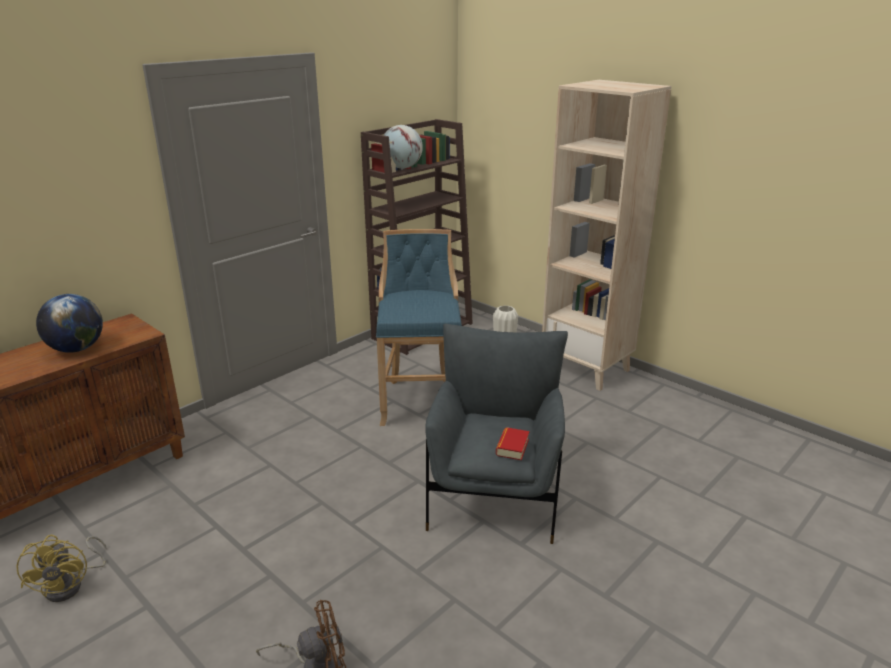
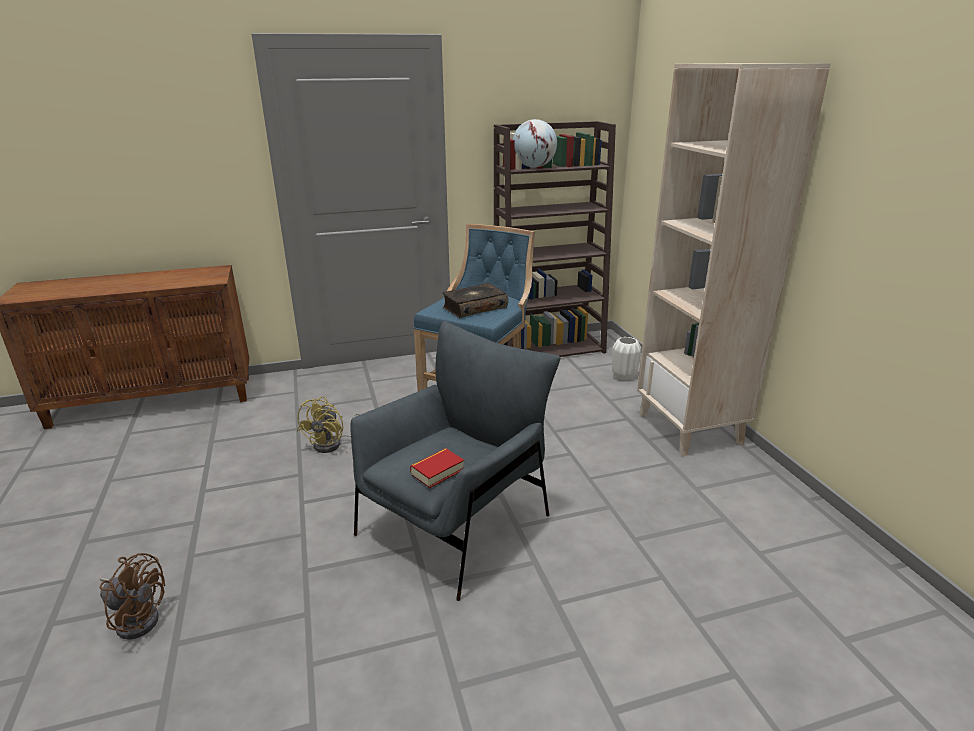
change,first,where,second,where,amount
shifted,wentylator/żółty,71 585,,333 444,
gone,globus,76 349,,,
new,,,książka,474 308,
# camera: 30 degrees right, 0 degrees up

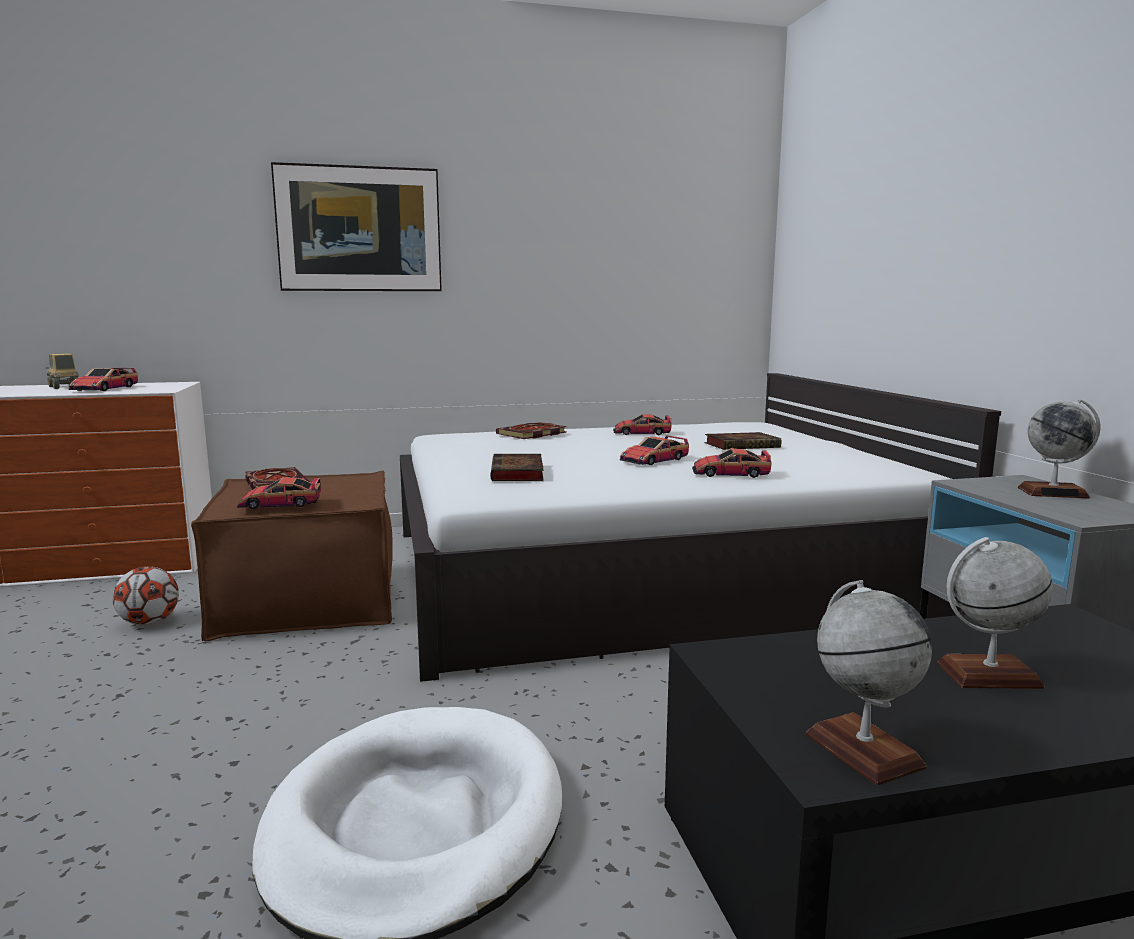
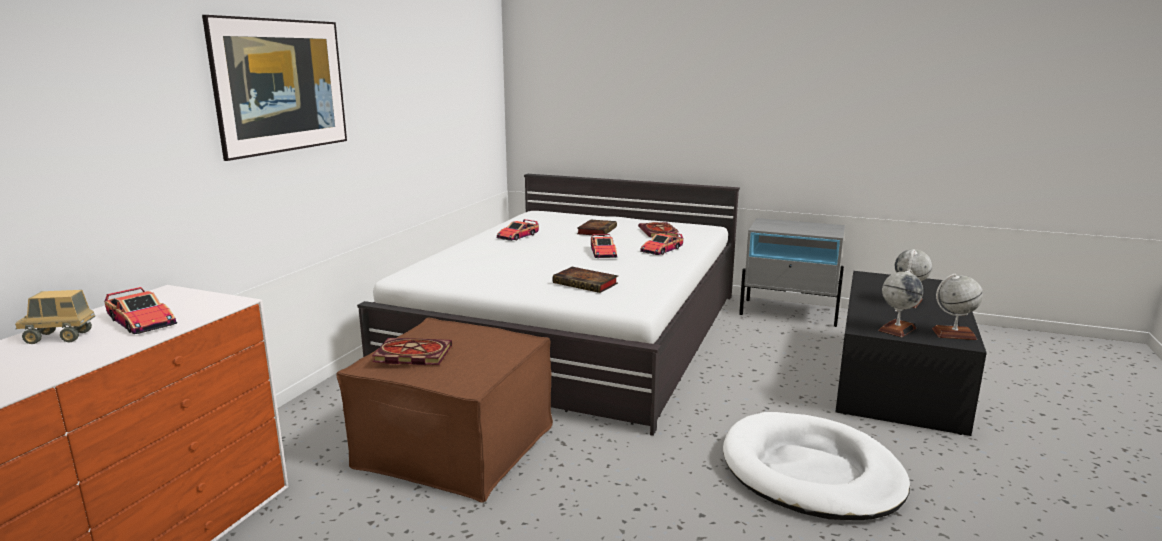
change,first,where,second,where,amount
gone,piłka futbolowa,149 622,,,
gone,samochodzik,280 504,,,
shifted,książka,531 434,,659 232,
shifted,globus,1053 492,,897 329,
# camera: 55 degrees left, 5 degrees up

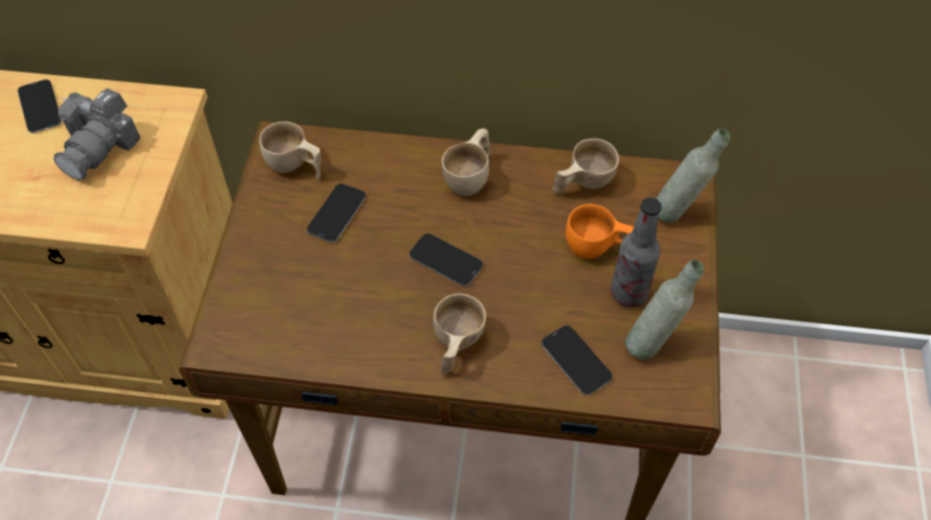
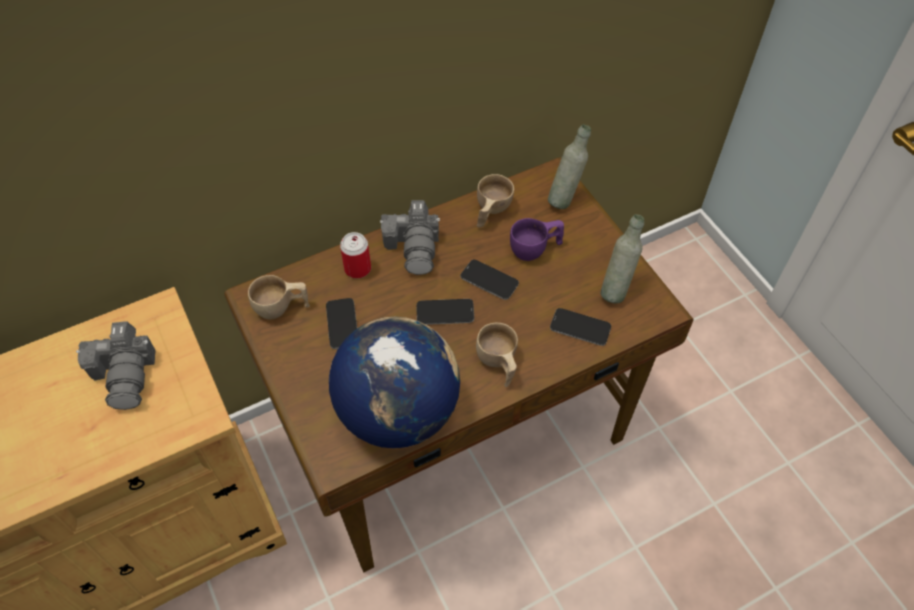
change,first,where,second,where,amount
shifted,telefon,40 107,,489 280,
swapped,filiżanka/beżowy,471 176,aparat fotograficzny,414 247,
repainted,filiżanka/pomarańczowy,598 249,filiżanka/fioletowy,535 249,
gone,butelka,628 293,,,
new,,,globus,398 411,
new,,,puszka,357 268,
# camera: 35 degrees left, 0 degrees up

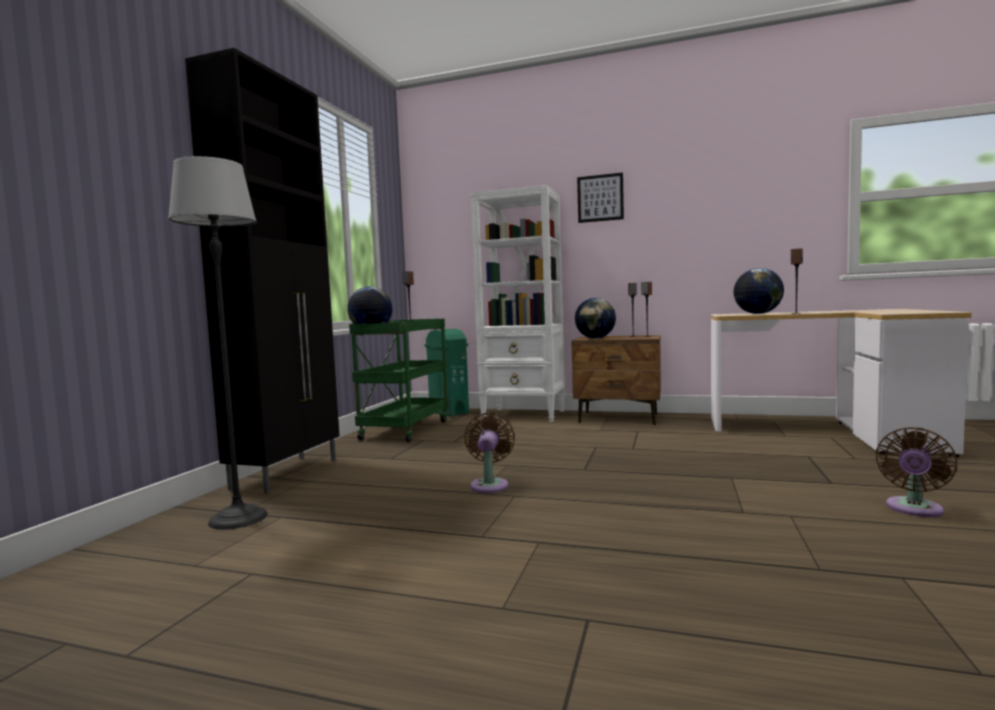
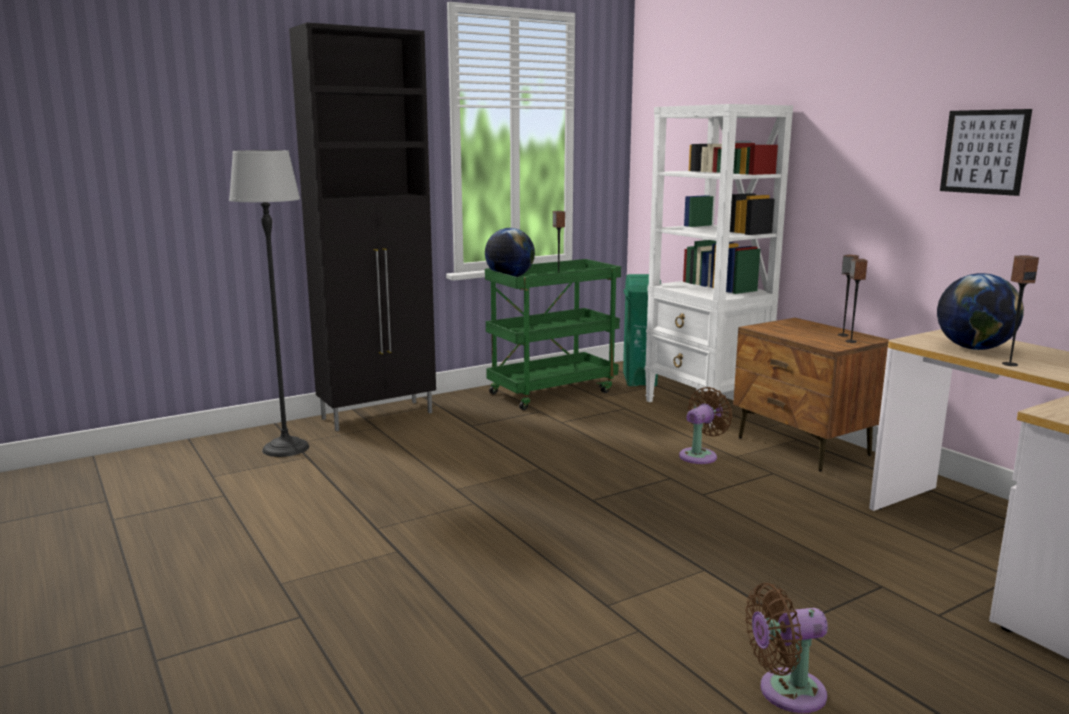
change,first,where,second,where,amount
shifted,wentylator/brązowy,490 484,,700 455,
gone,globus,595 338,,,
shifted,obraz,600 198,,984 152,
# camera: 40 degrees right, 10 degrees up

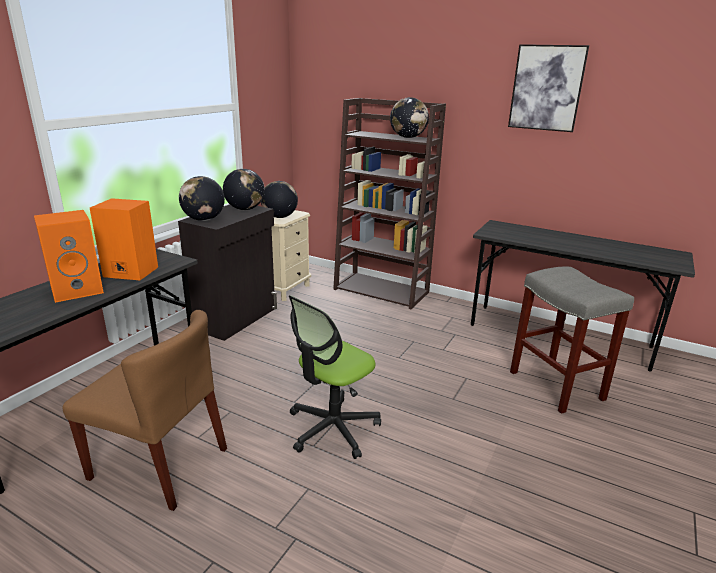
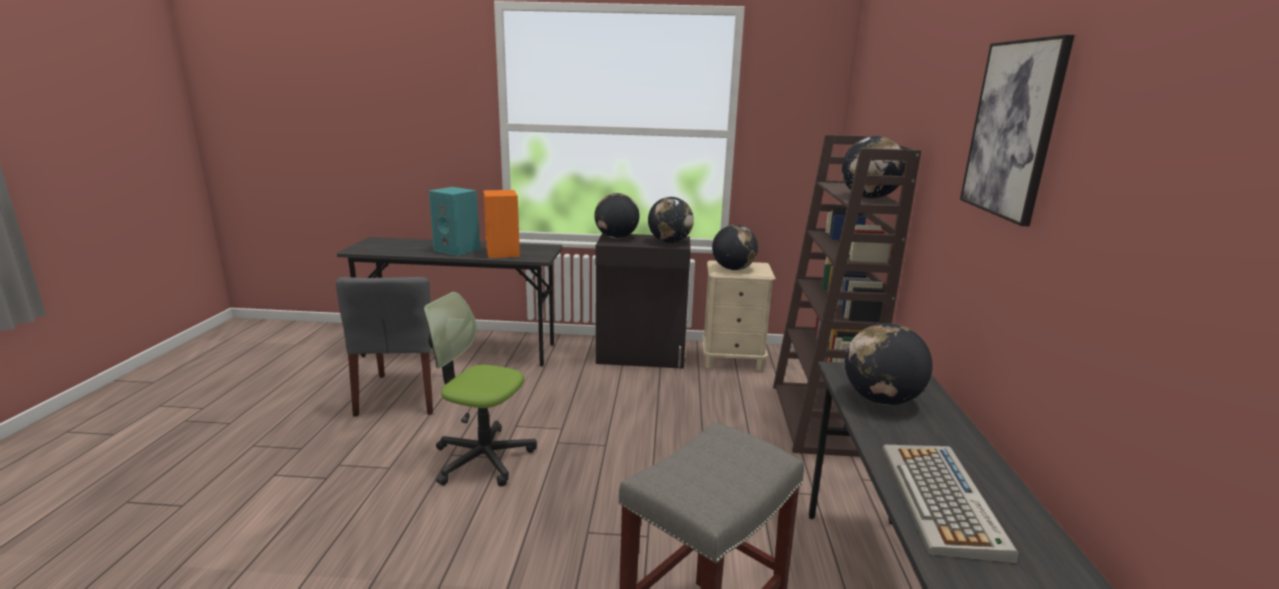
change,first,where,second,where,amount
repainted,głośnik/pomarańczowy,78 290,głośnik/turkusowy,458 250,
repainted,krzesło/brązowy,160 464,krzesło/szary,404 394,
new,,,globus,880 399,
new,,,klawiatura,942 501,
# camera: 65 degrees right, 5 degrees down

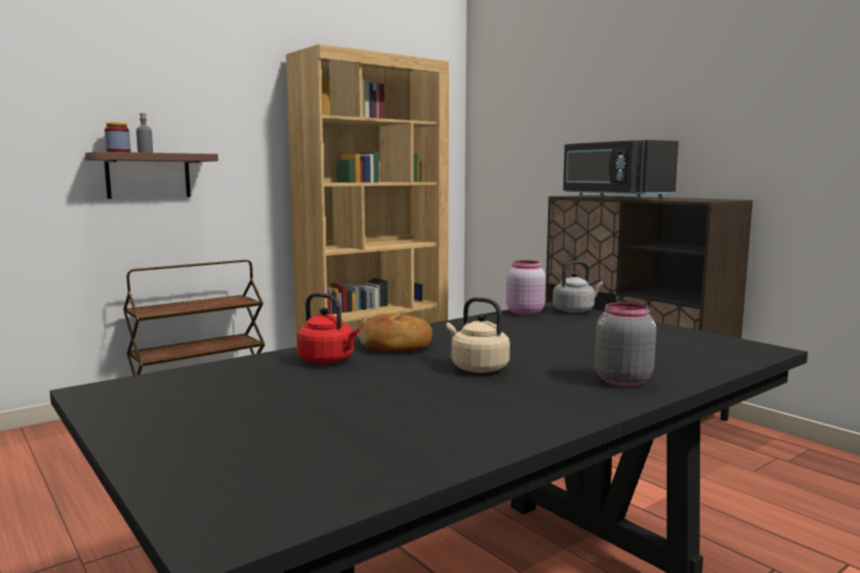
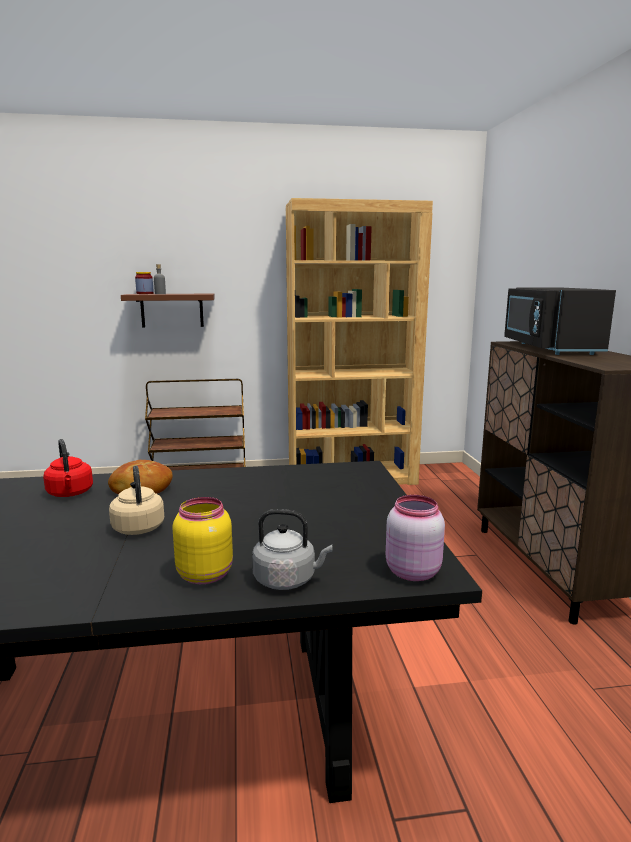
change,first,where,second,where,amount
shifted,słoik/różowy,524 312,,412 571,
shifted,czajnik/szary,575 310,,288 580,
repainted,słoik/szary,621 380,słoik/żółty,205 574,
# camera: 30 degrees right, 5 degrees up

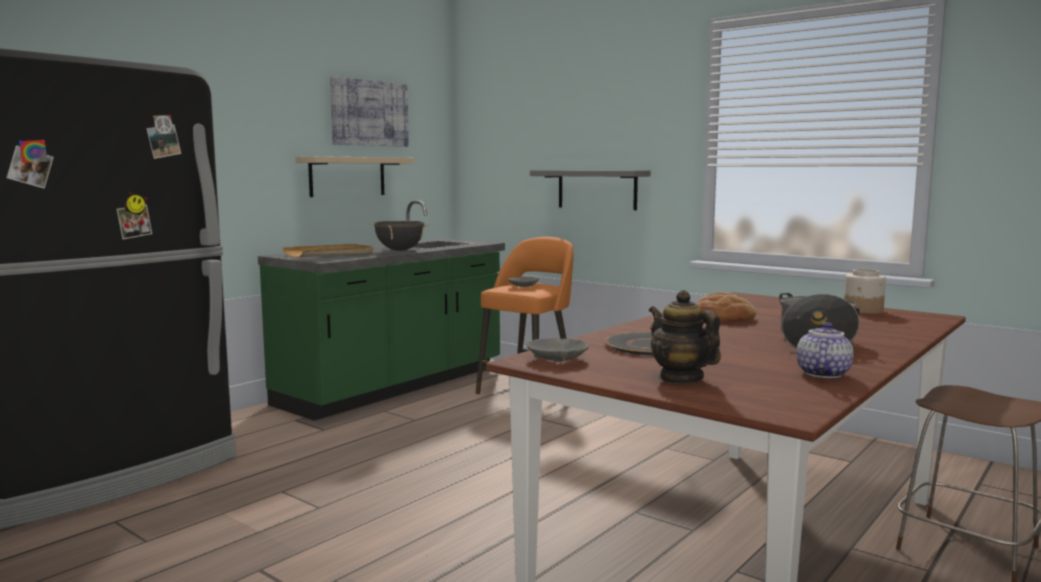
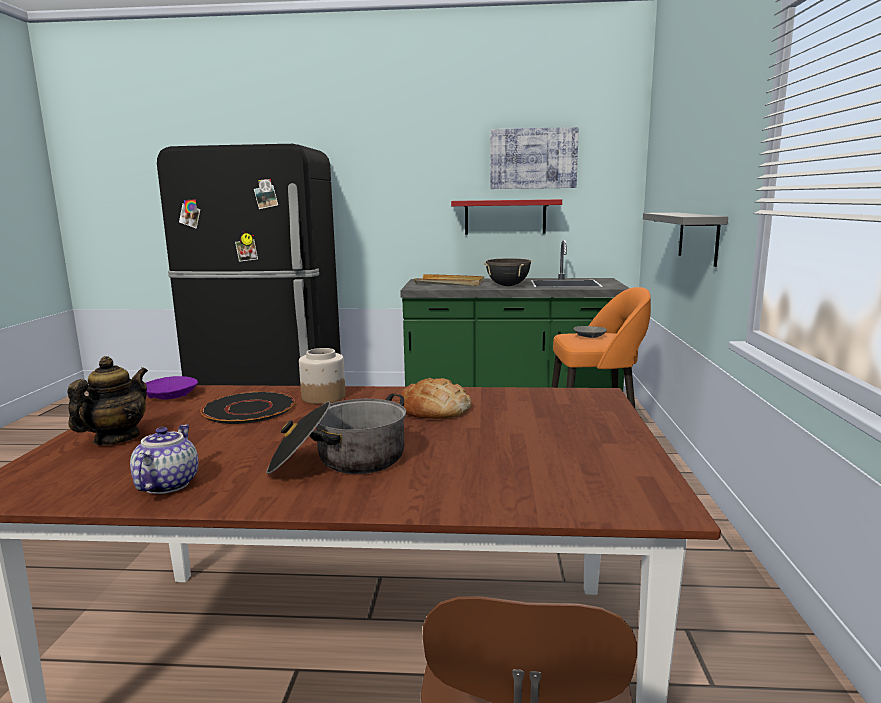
change,first,where,second,where,amount
repainted,półka/beżowy,347 176,półka/czerwony,505 217,
repainted,miska/szary,558 359,miska/fioletowy,170 396,
rotated,imbryk,821 373,,166 484,75 degrees counterclockwise
shifted,słoik,863 310,,323 397,
# camera: 55 degrees right, 5 degrees up

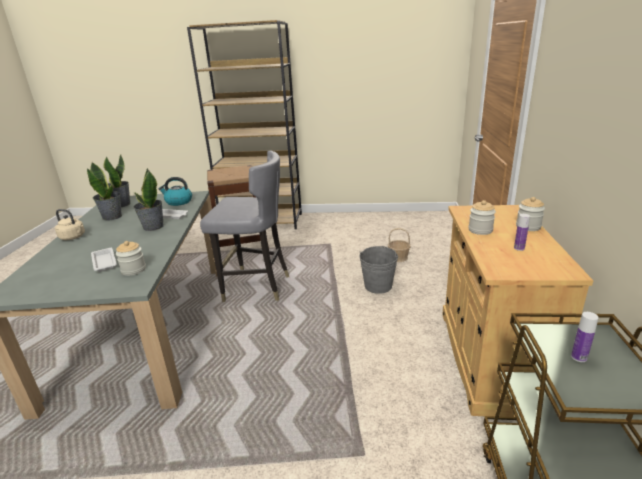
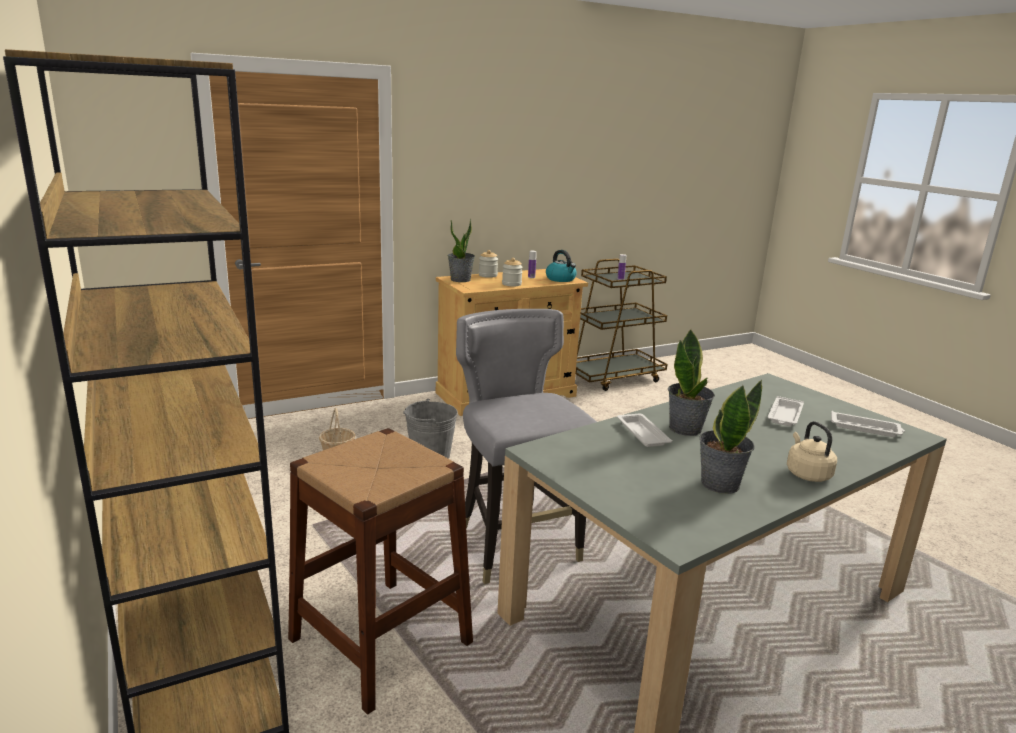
change,first,where,second,where,amount
shifted,roślina doniczkowa,121 204,,460 280,
gone,słoik,134 270,,,
shifted,czajnik,178 202,,561 279,
new,,,taca/biały,866 428,
# camera: 125 degrees left, 5 degrees down

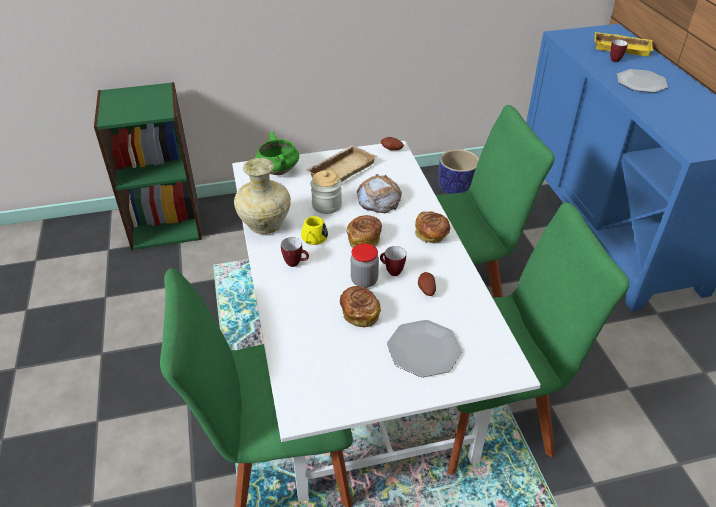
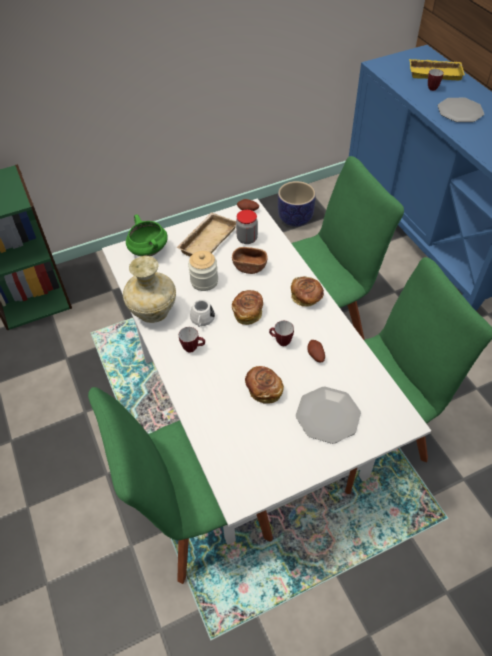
change,first,where,second,where,amount
repainted,kubek/żółty,313 239,kubek/biały,202 320,
shifted,słoik,364 281,,247 239,
swapped,chleb,378 199,miska/brązowy,249 267,
# camera: 10 degrees left, 10 degrees up

